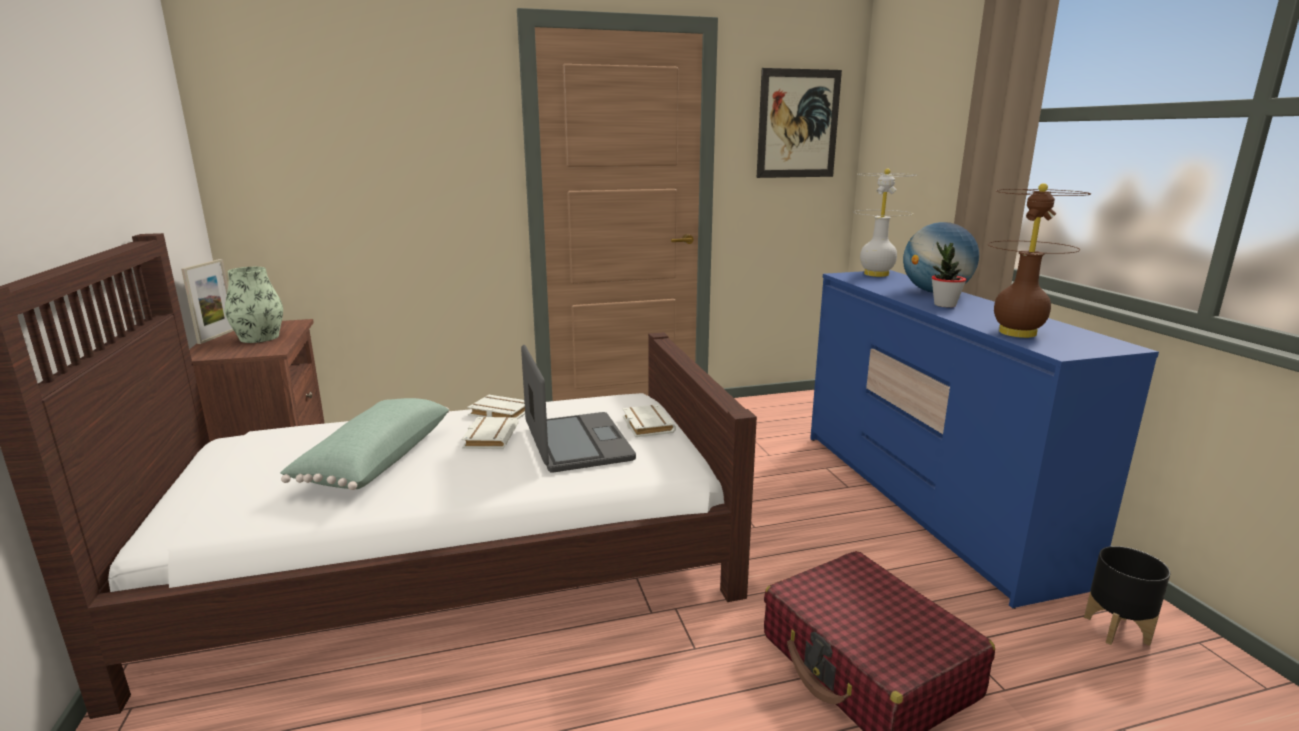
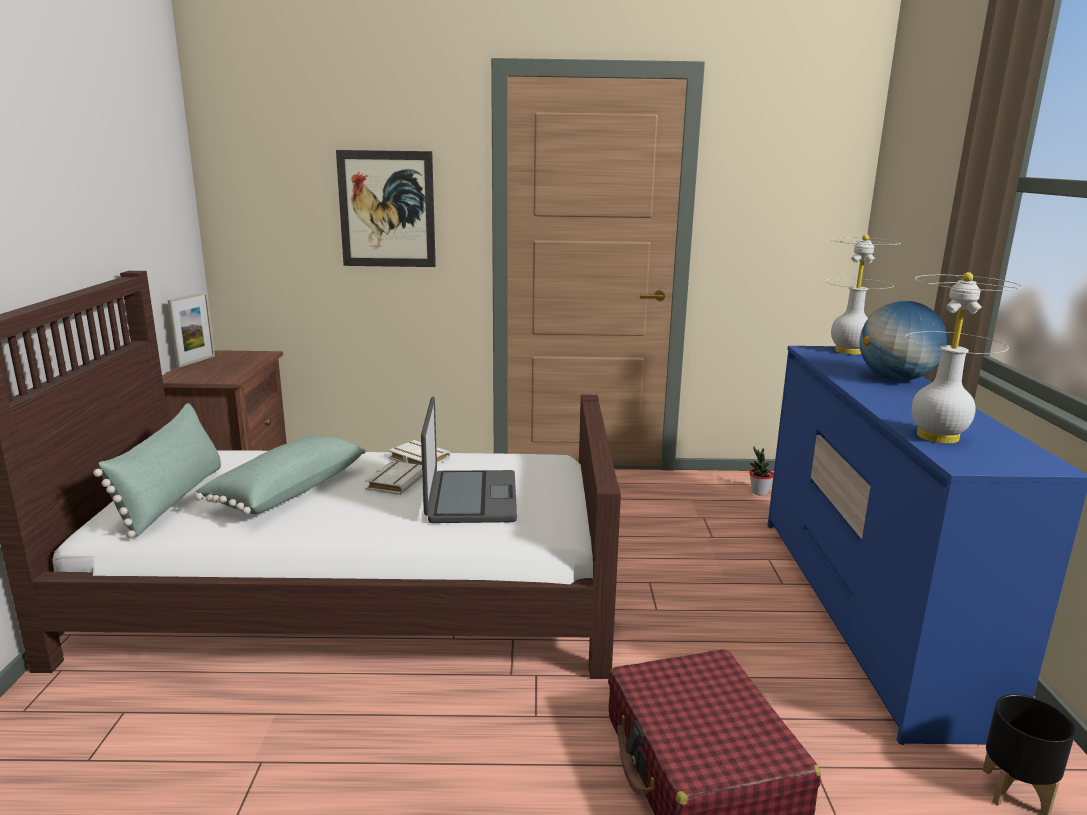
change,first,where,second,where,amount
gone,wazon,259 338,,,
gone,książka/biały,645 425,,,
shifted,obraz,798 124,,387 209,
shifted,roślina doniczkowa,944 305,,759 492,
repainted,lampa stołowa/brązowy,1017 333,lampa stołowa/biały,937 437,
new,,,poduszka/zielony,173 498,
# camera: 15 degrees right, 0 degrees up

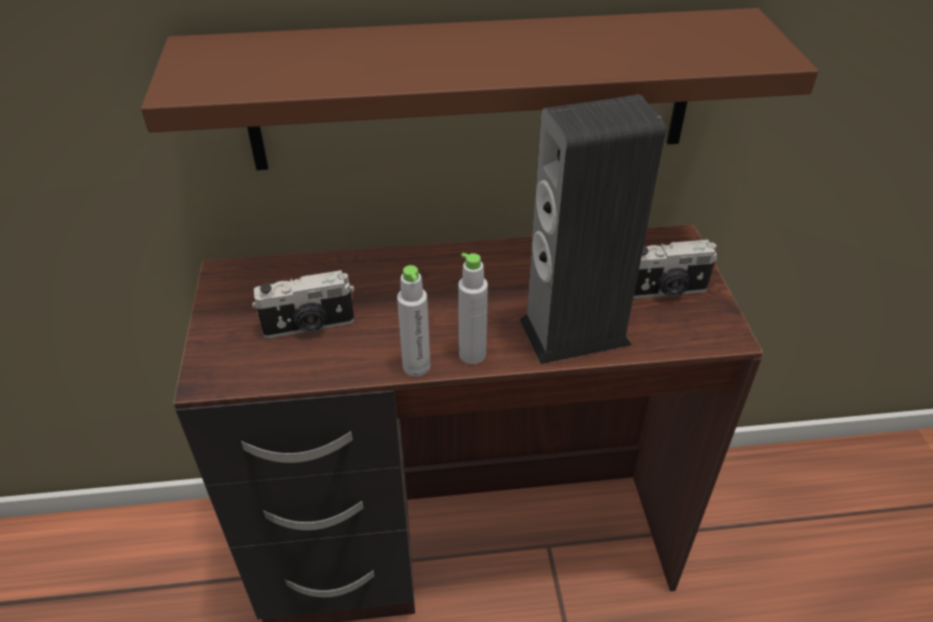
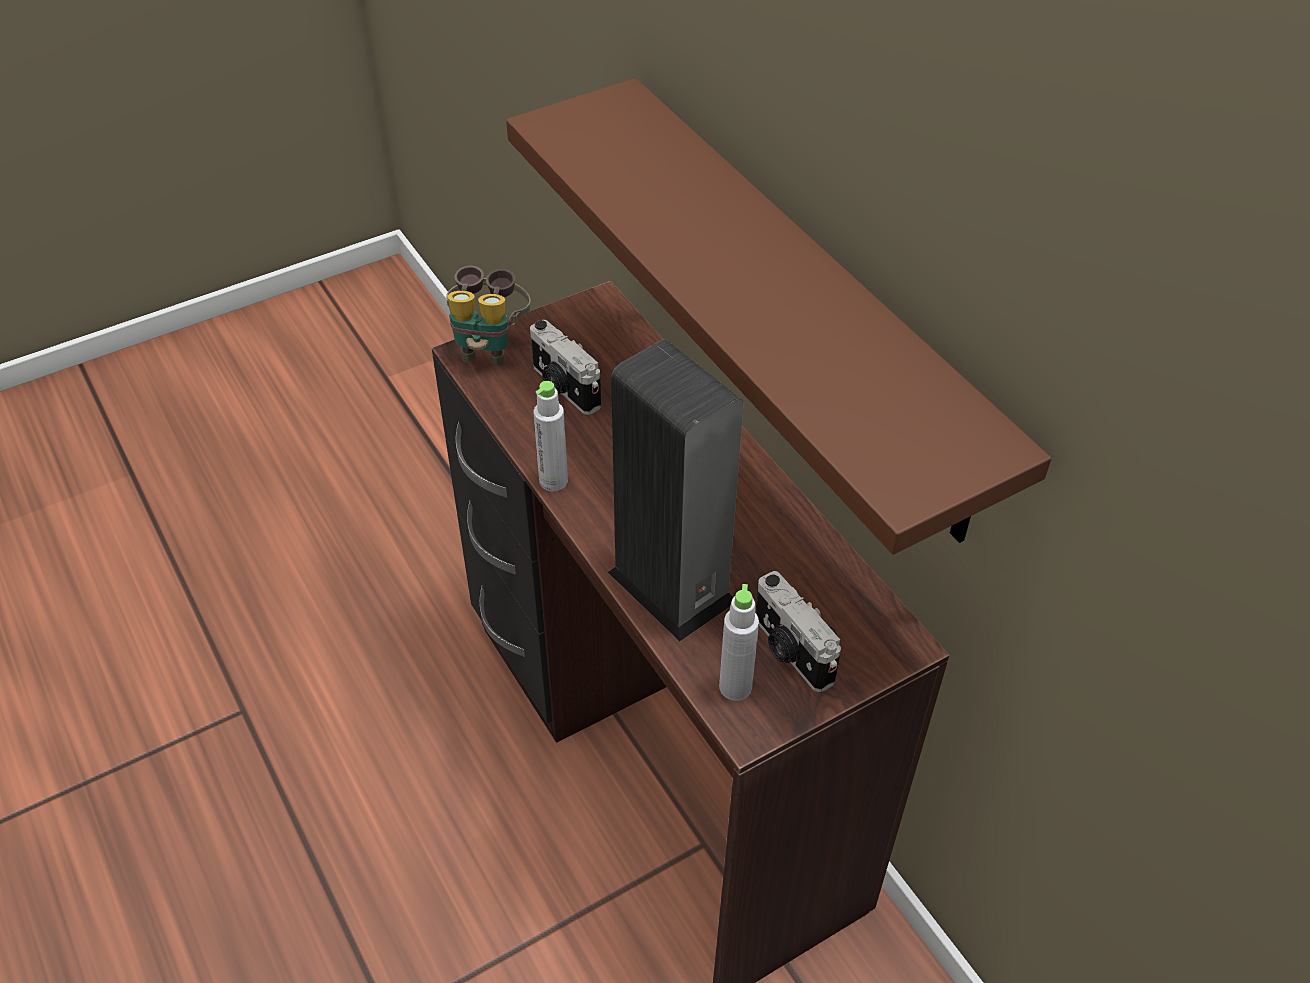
change,first,where,second,where,amount
shifted,butelka/szary,472 354,,735 687,
new,,,lornetka,489 346,
# camera: 65 degrees right, 5 degrees up

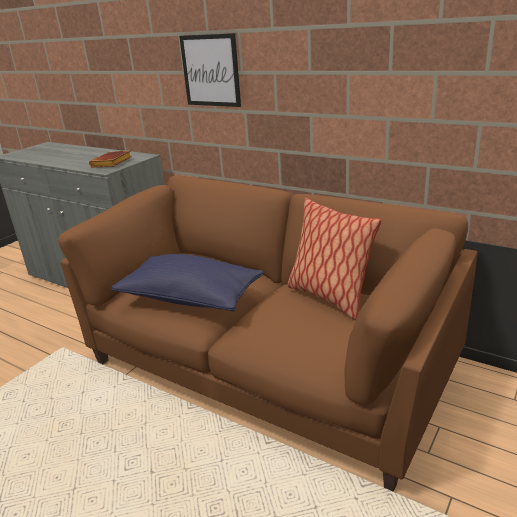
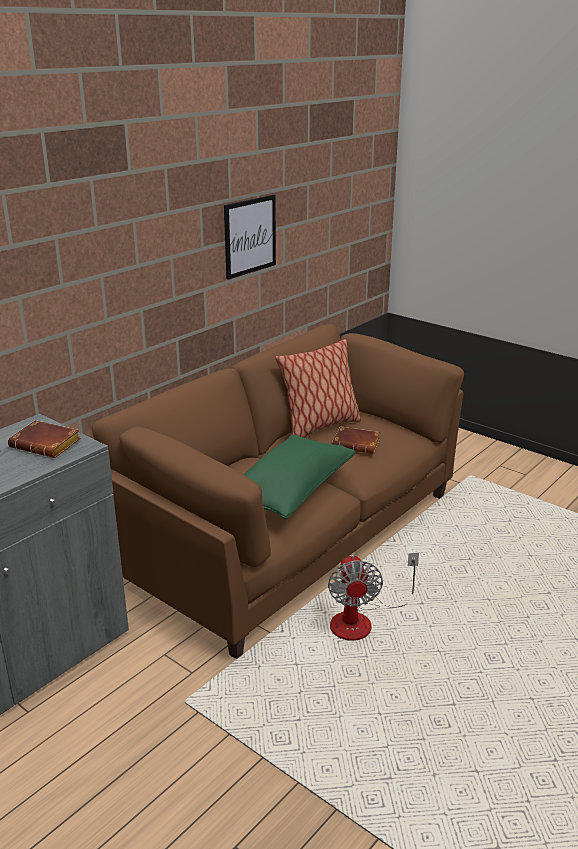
change,first,where,second,where,amount
repainted,poduszka/niebieski,190 298,poduszka/zielony,289 491,
shifted,obraz,210 70,,250 236,
new,,,wentylator,362 620,
new,,,książka/brązowy,357 444,
# camera: 85 degrees left, 0 degrees up

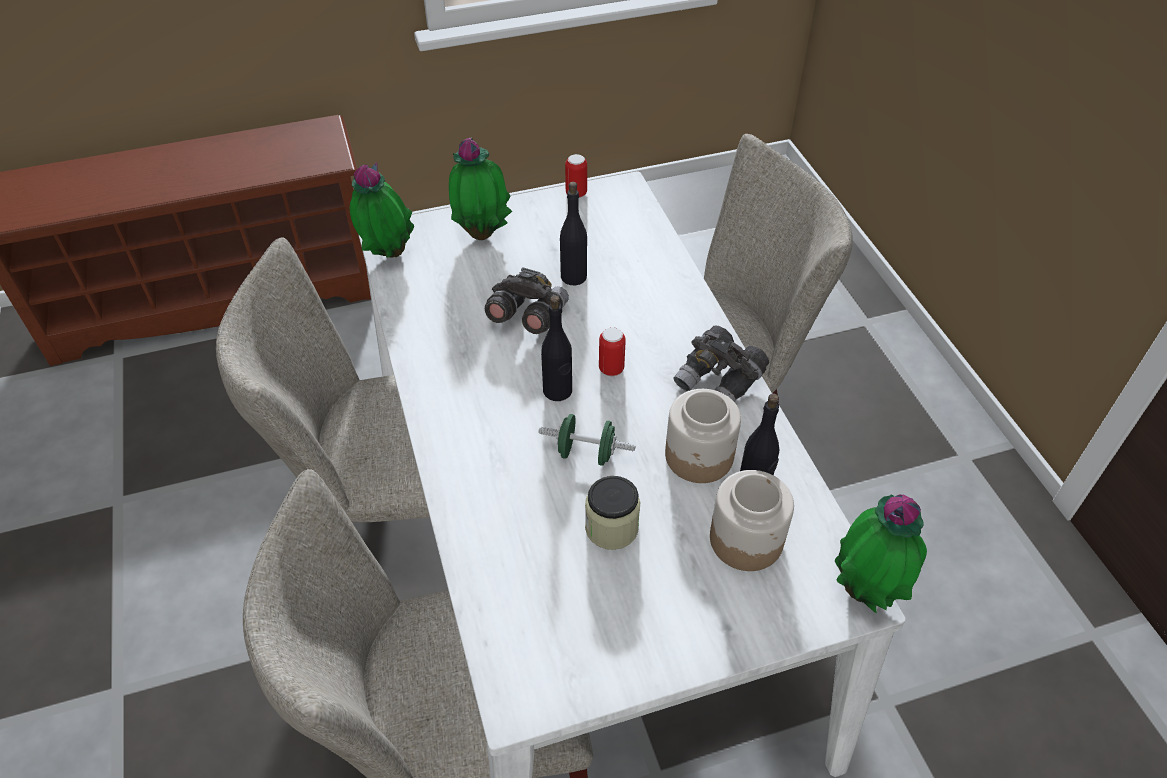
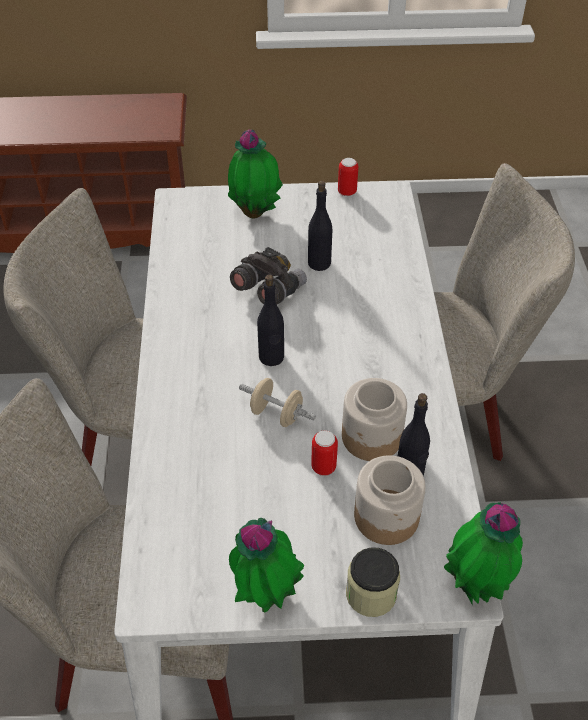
change,first,where,second,where,amount
shifted,roślina doniczkowa,387 255,,265 593,
repainted,hantel/zielony,586 453,hantel/beżowy,276 414,
shifted,słoik,611 528,,371 594,
shifted,puszka,611 369,,323 467,
gone,lornetka/szary,719 382,,,
# camera: 15 degrees right, 0 degrees up

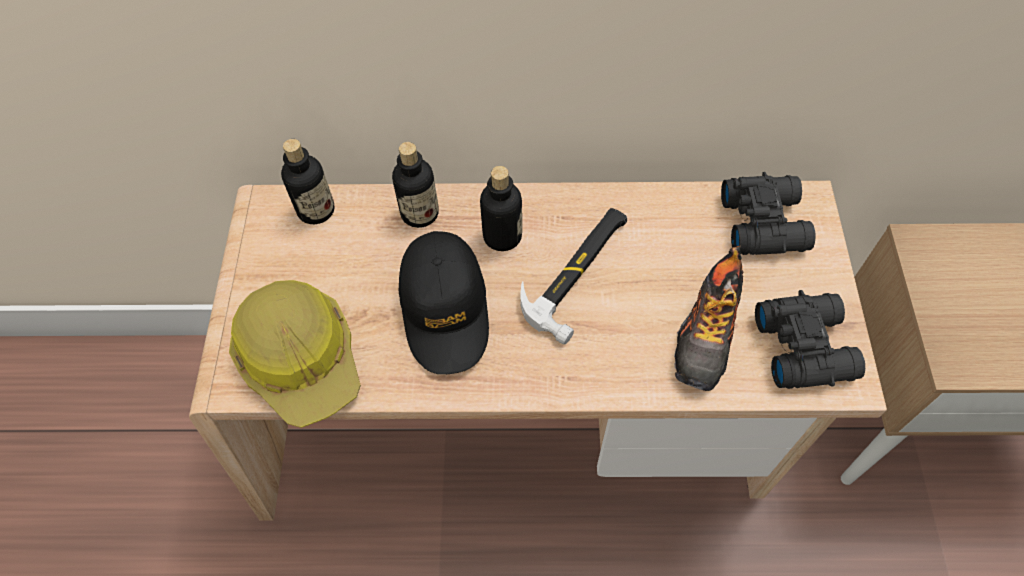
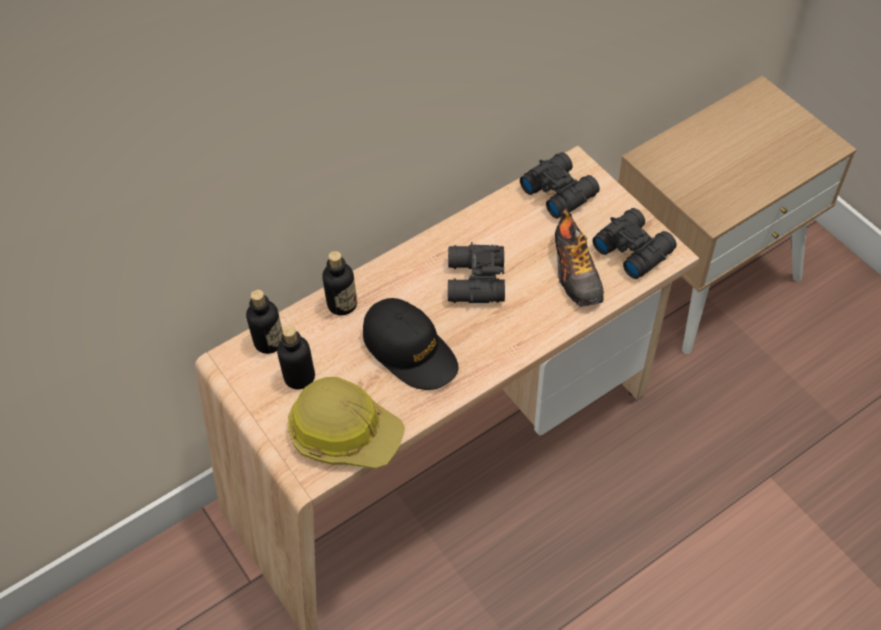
change,first,where,second,where,amount
shifted,butelka,502 236,,299 377,
swapped,młotek,579 272,lornetka/czarny,474 282,
# camera: 35 degrees left, 5 degrees down

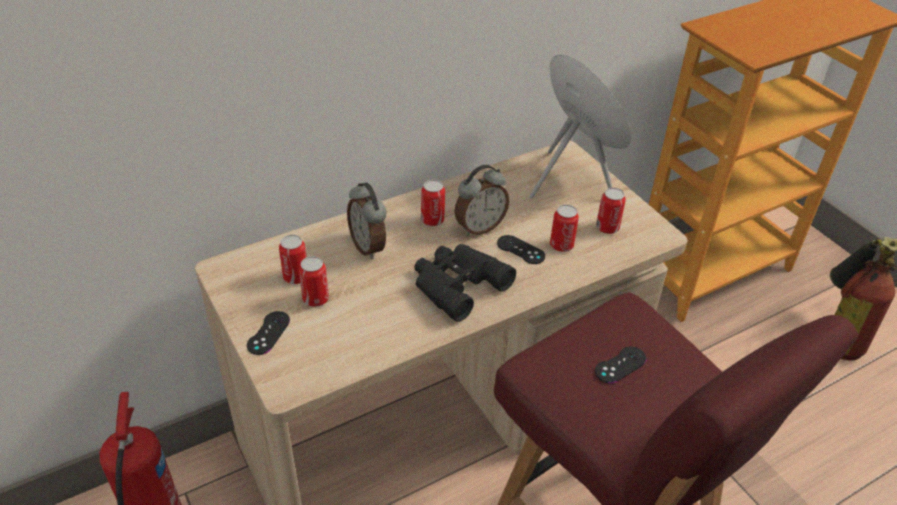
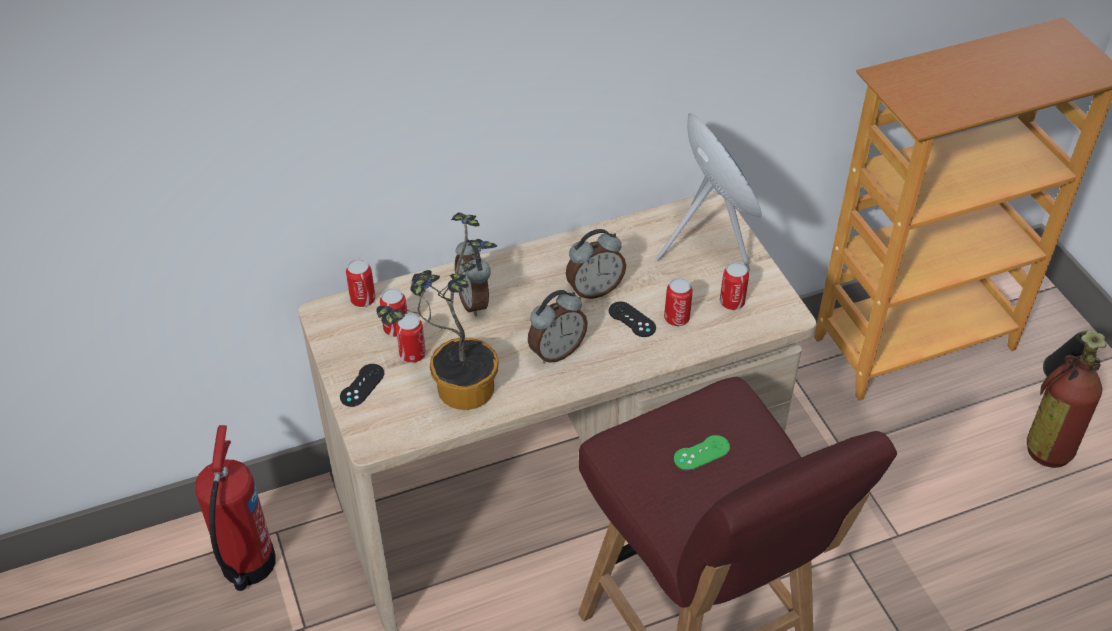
change,first,where,second,where,amount
swapped,lornetka/czarny,456 284,budzik,556 351,
shifted,puszka,432 220,,363 299,
repainted,pad do gier/czarny,620 365,pad do gier/zielony,701 453,
new,,,roślina doniczkowa,456 390,
# camera: 10 degrees right, 5 degrees up

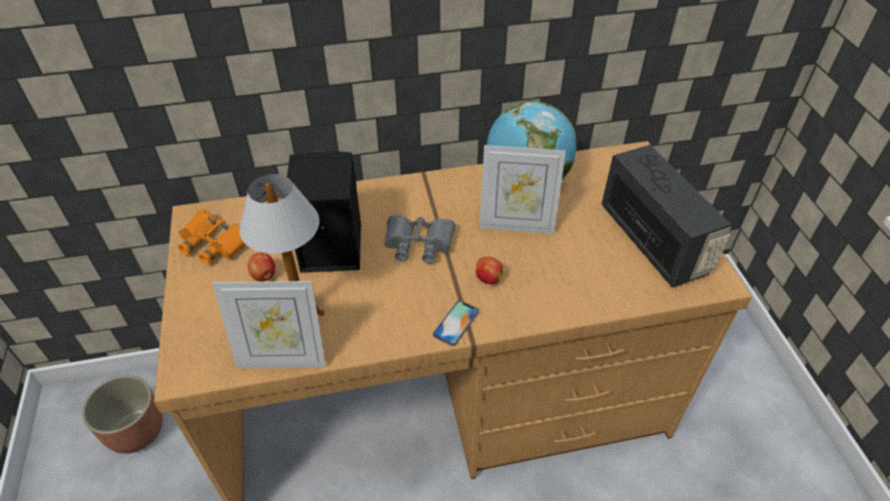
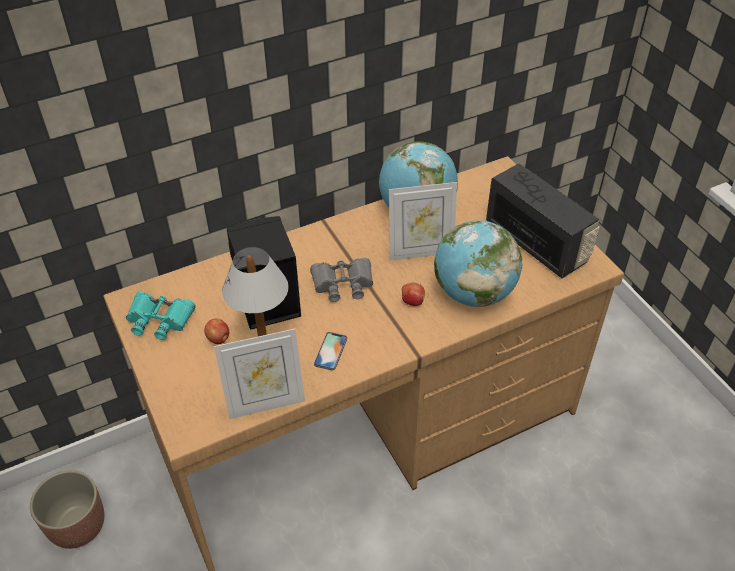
change,first,where,second,where,amount
repainted,lornetka/pomarańczowy,214 242,lornetka/turkusowy,159 319,
shifted,telefon,456 323,,330 351,
new,,,globus,473 293,
# camera: 15 degrees left, 0 degrees up

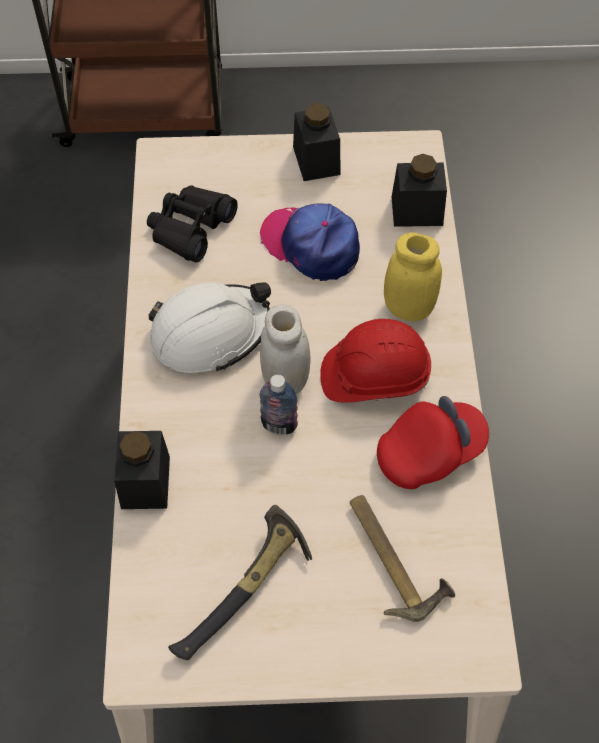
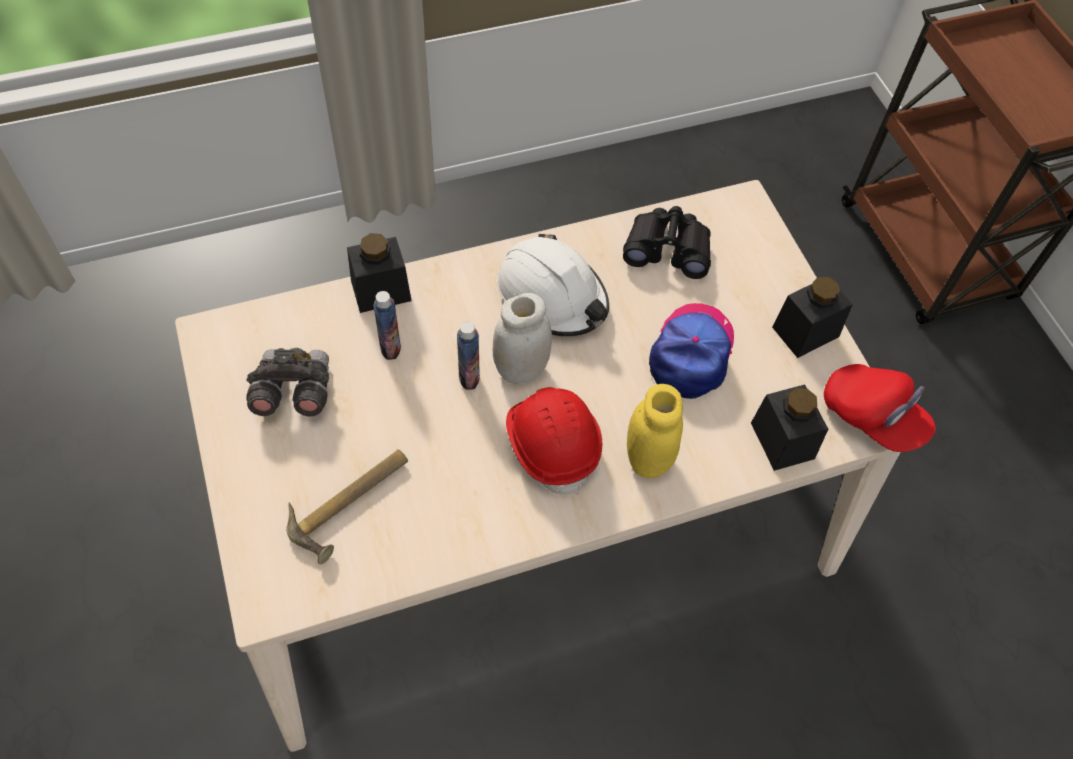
change,first,where,second,where,amount
swapped,młotek,247 592,lornetka/szary,292 393,
shifted,czapka z daszkiem/czerwony,430 453,,872 418,
new,,,butelka,390 347,
# camera: 70 degrees right, 0 degrees up

